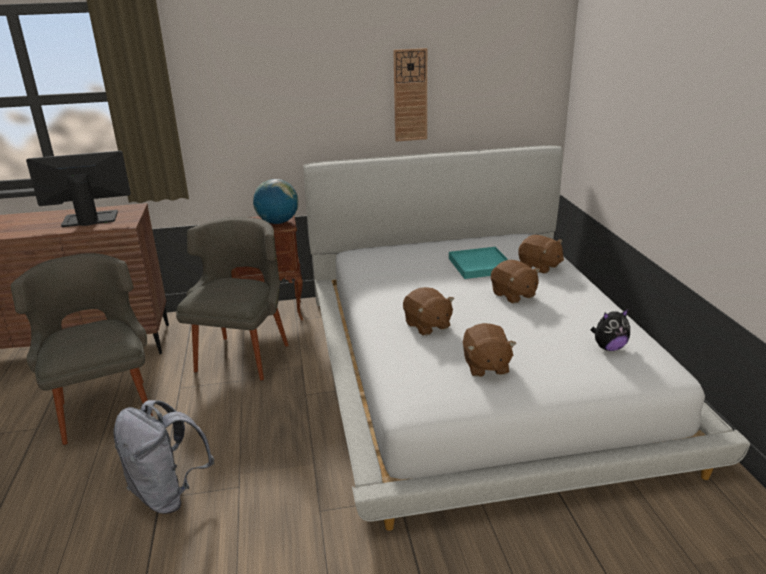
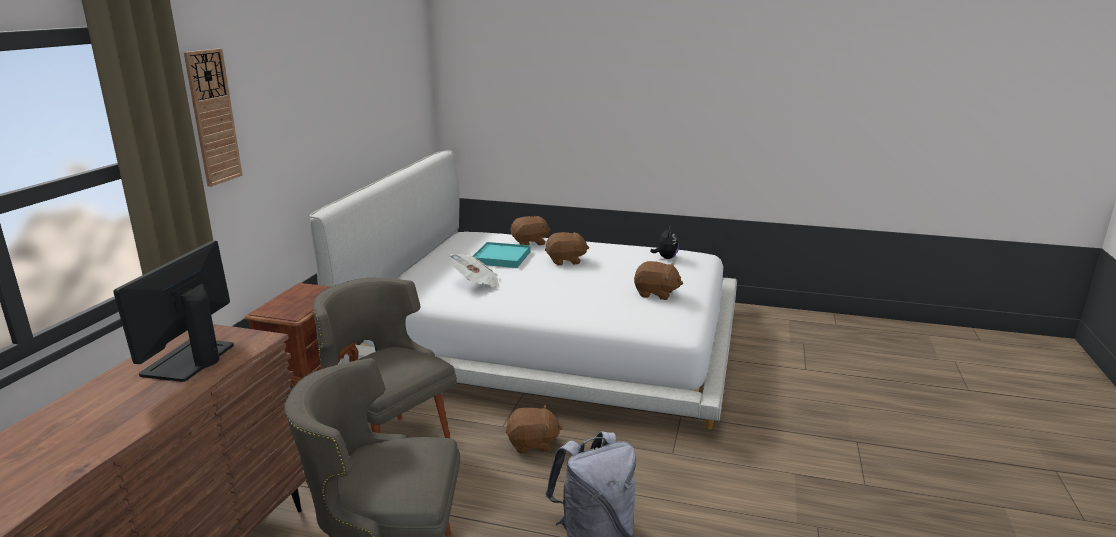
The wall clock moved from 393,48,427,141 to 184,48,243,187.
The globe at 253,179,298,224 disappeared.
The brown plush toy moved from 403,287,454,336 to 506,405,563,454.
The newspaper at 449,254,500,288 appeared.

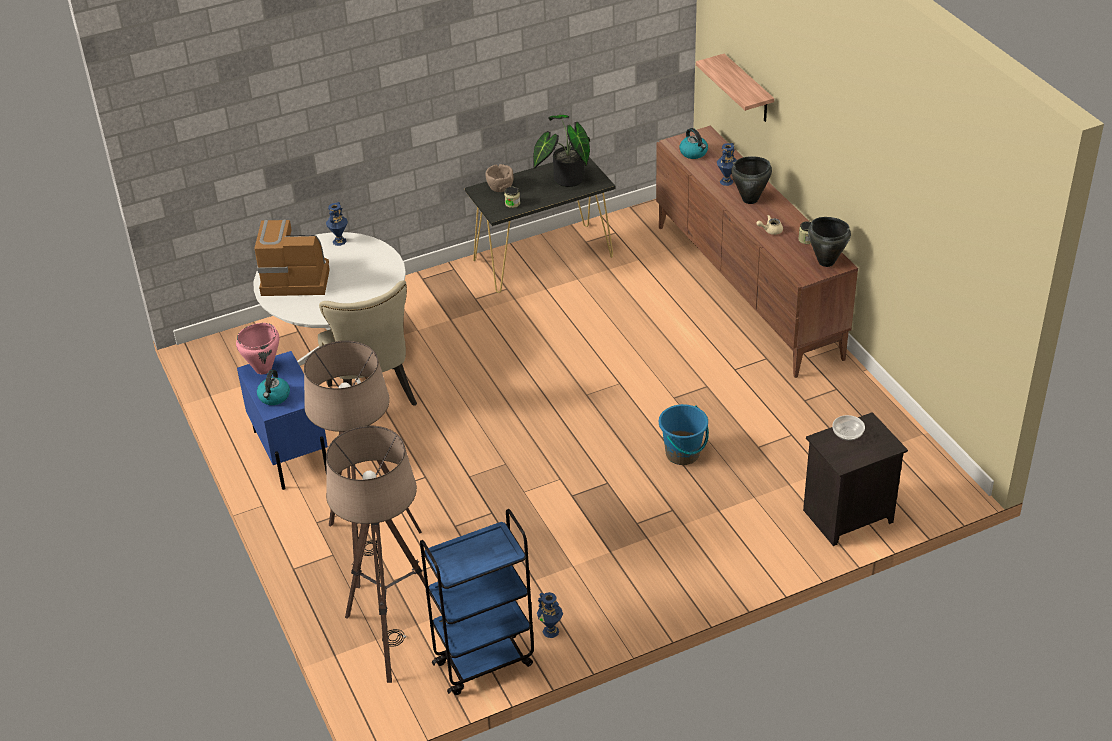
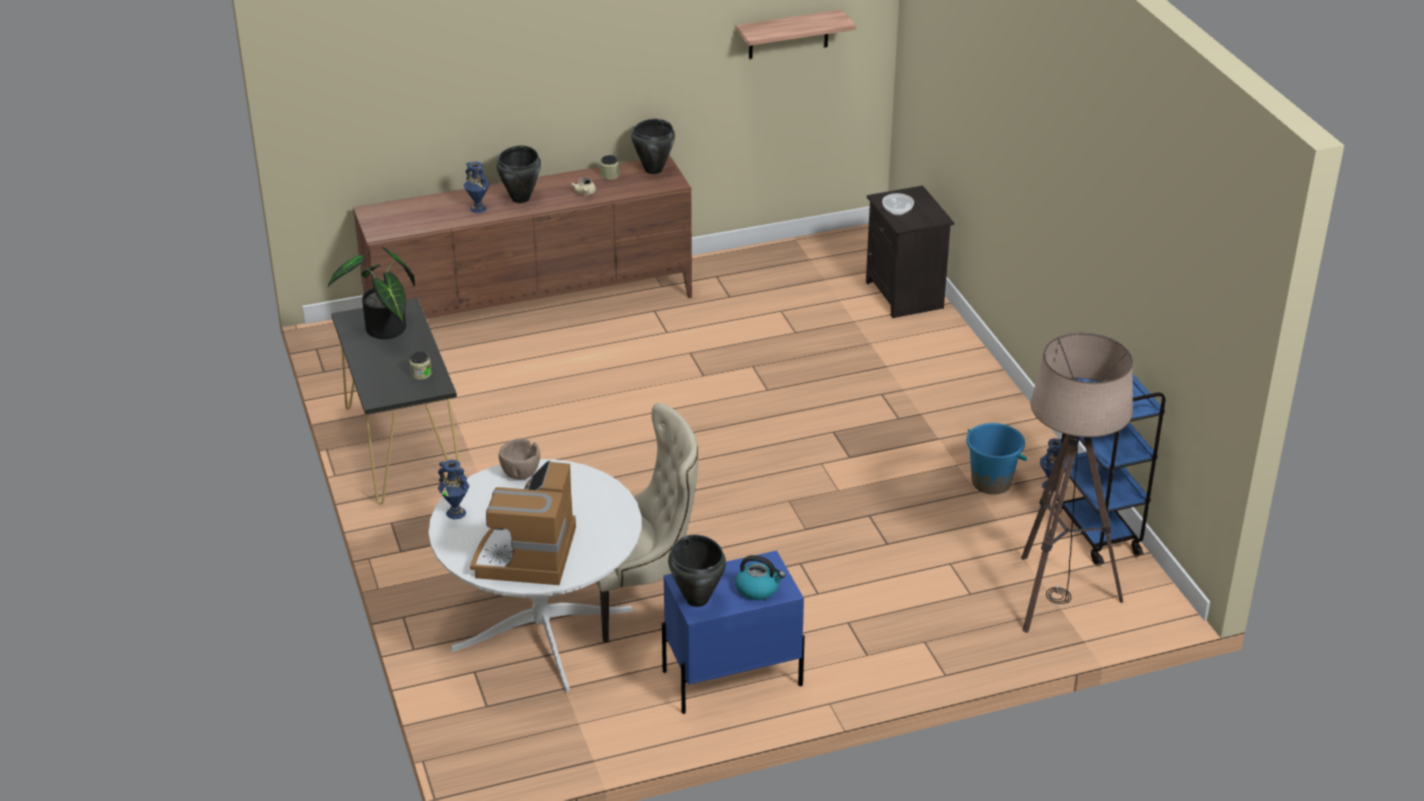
The shelf moved from 696,54,774,122 to 736,9,856,59.
The kettle at 679,128,708,159 disappeared.
The brown bowl moved from 486,164,514,192 to 499,438,540,479.
The pink cooking pot at 236,323,279,374 became the black cooking pot at 668,535,726,607.
The floor lamp at 304,341,422,588 disappeared.
The blue bucket moved from 659,404,709,465 to 966,423,1027,494.

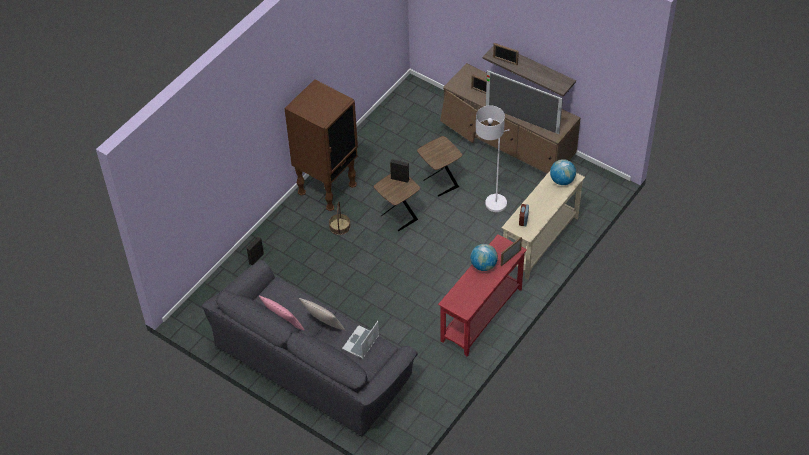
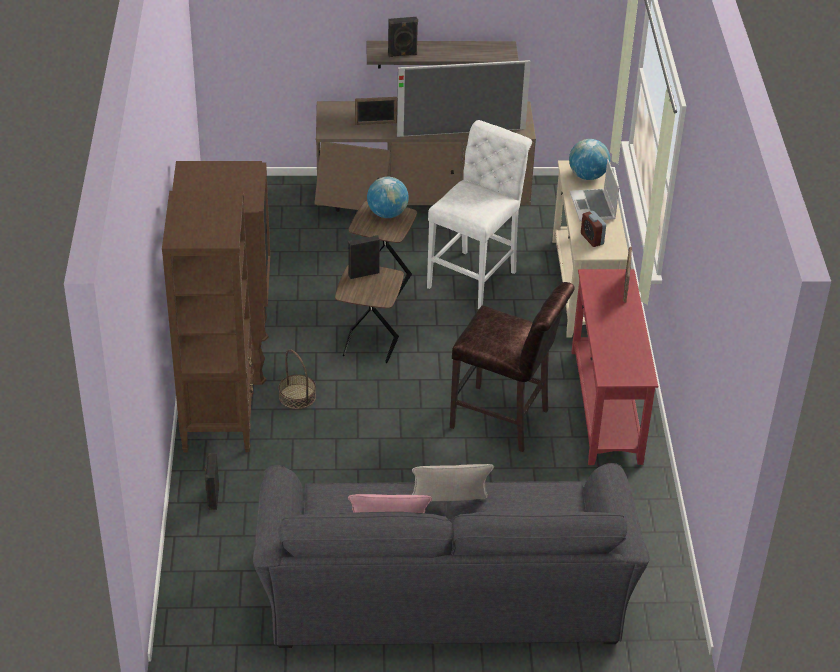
The picture frame at 493,43,519,65 was replaced by the black speaker at 388,17,418,57.
The white floor lamp at 476,105,509,212 was replaced by the white stool at 427,120,532,309.
The globe moved from 470,244,498,271 to 367,177,409,218.
The laptop moved from 342,321,379,359 to 570,159,619,221.
The brown bookcase at 162,191,254,453 appeared.
The brown stool at 450,282,575,452 appeared.

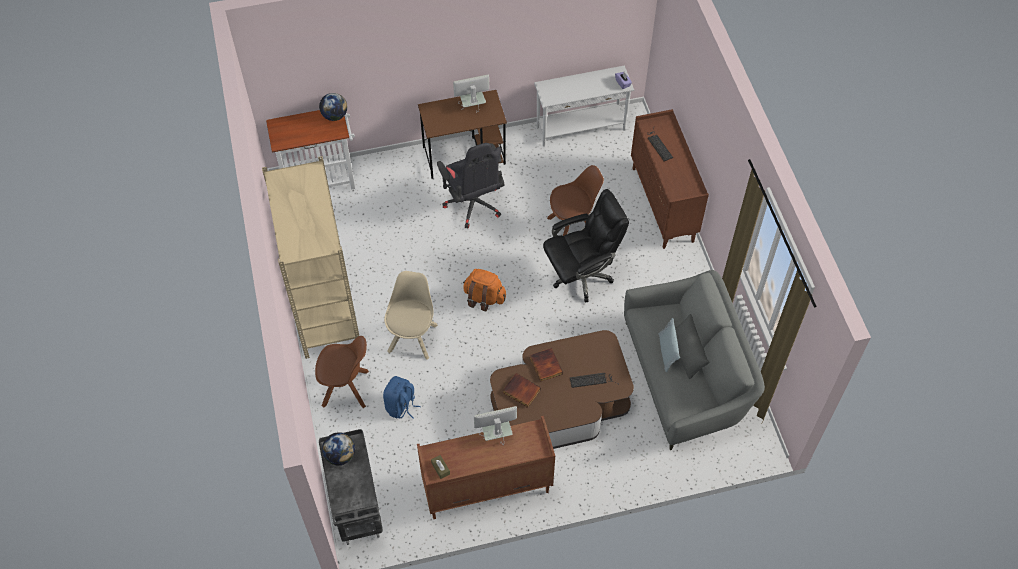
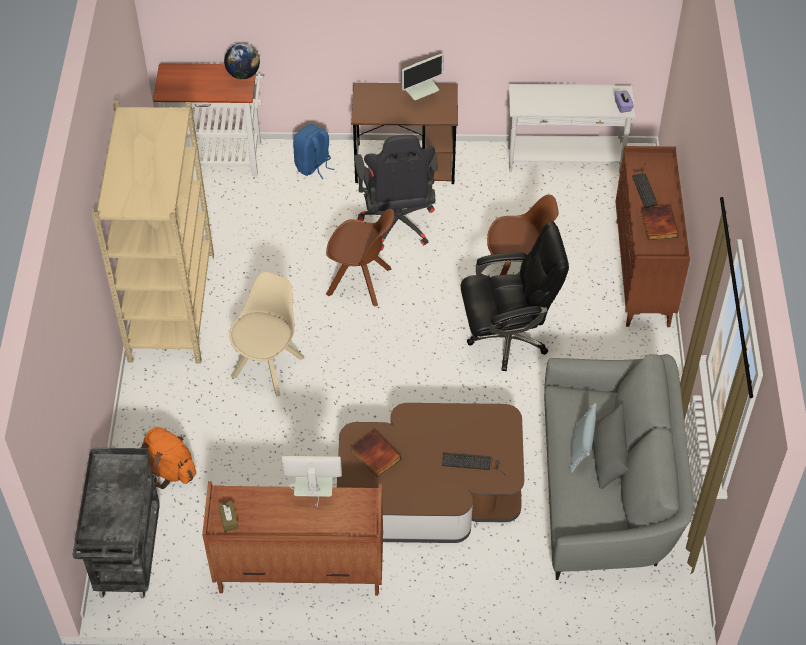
The monitor at 453,75,489,112 turned 150 degrees clockwise.
The orange backpack moved from 463,269,506,311 to 141,427,196,489.
The brown chair moved from 315,336,369,408 to 326,209,394,307.
The book moved from 530,348,563,382 to 640,205,679,240.
The blue backpack moved from 383,376,421,419 to 293,124,335,179.
The globe at 322,432,355,465 disappeared.

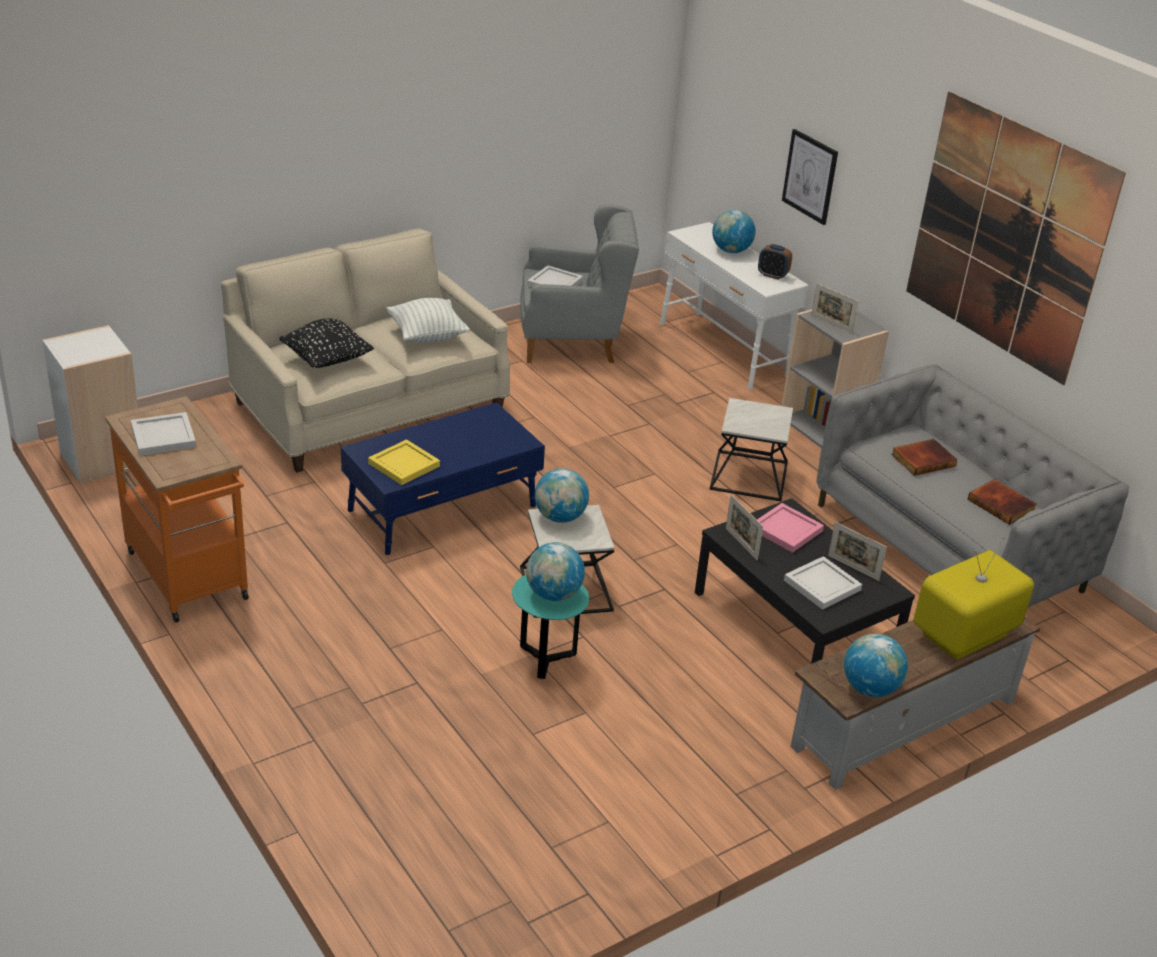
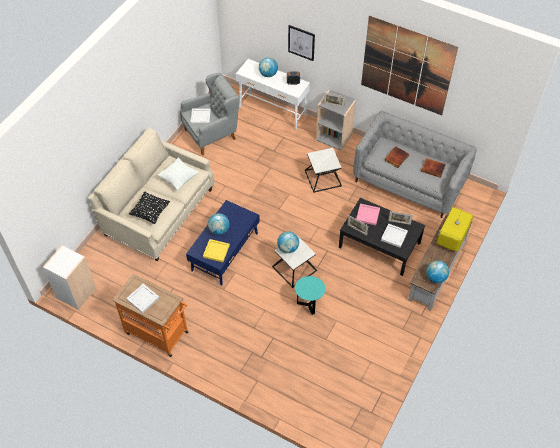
The globe moved from 526,542,585,601 to 208,213,229,235.

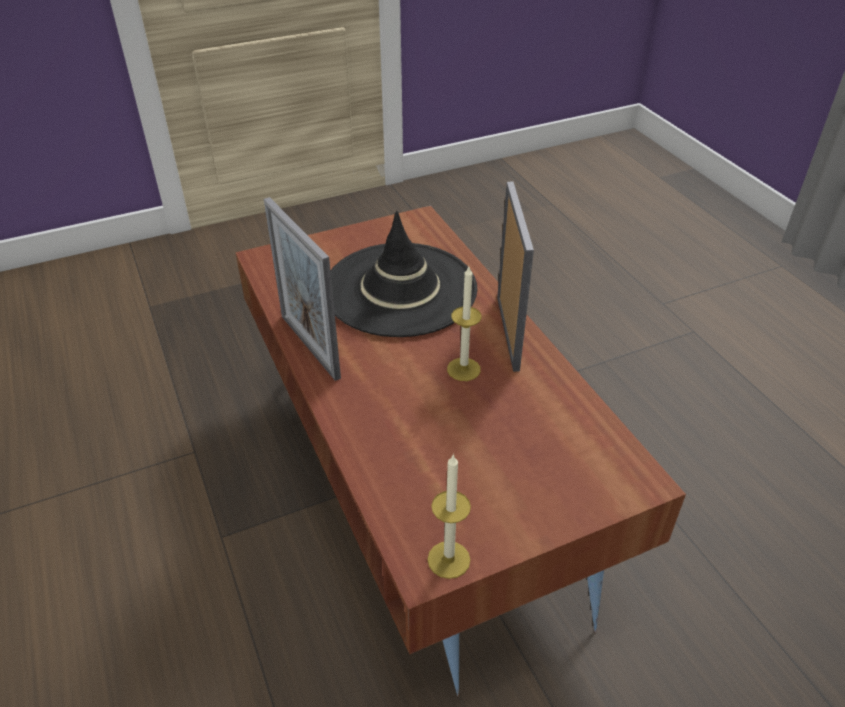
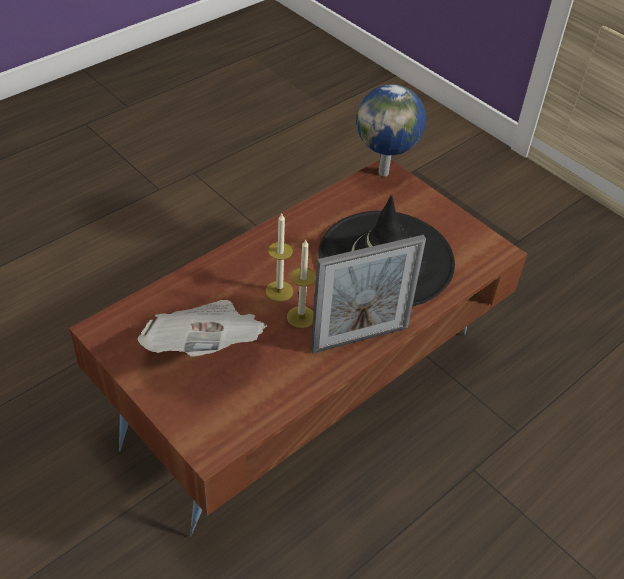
The picture frame at 264,197,341,381 disappeared.
The candle moved from 427,454,471,579 to 266,214,293,302.
The globe at 356,84,426,177 appeared.
The newspaper at 137,300,267,357 appeared.

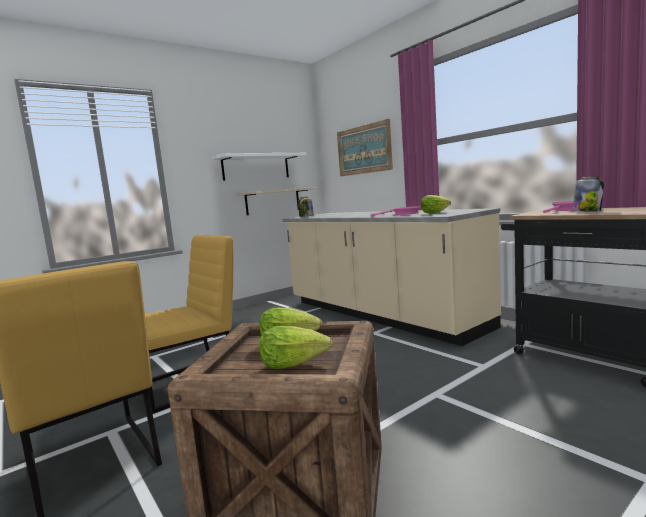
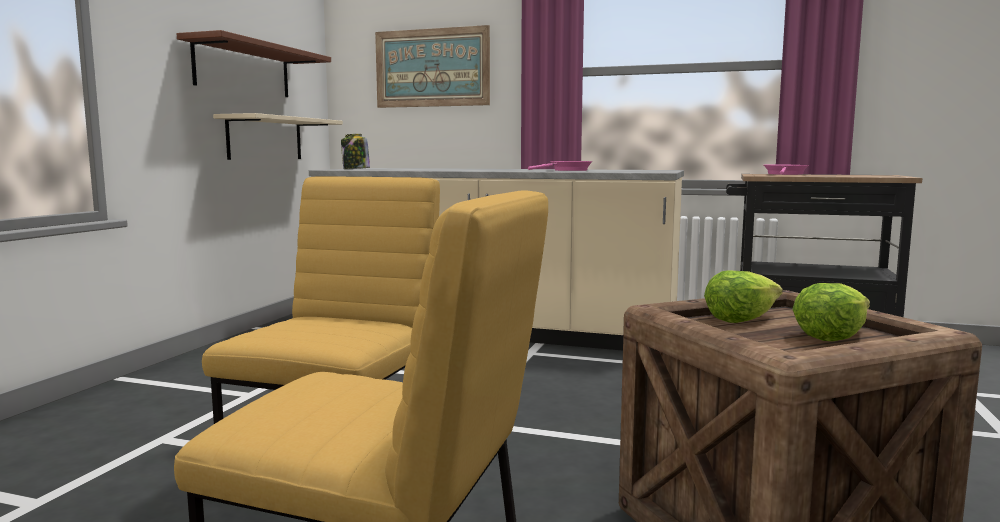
The white shelf at 212,153,306,181 became the brown shelf at 176,30,331,97.
The jar at 573,177,604,212 disappeared.
The lettuce at 421,195,451,214 disappeared.

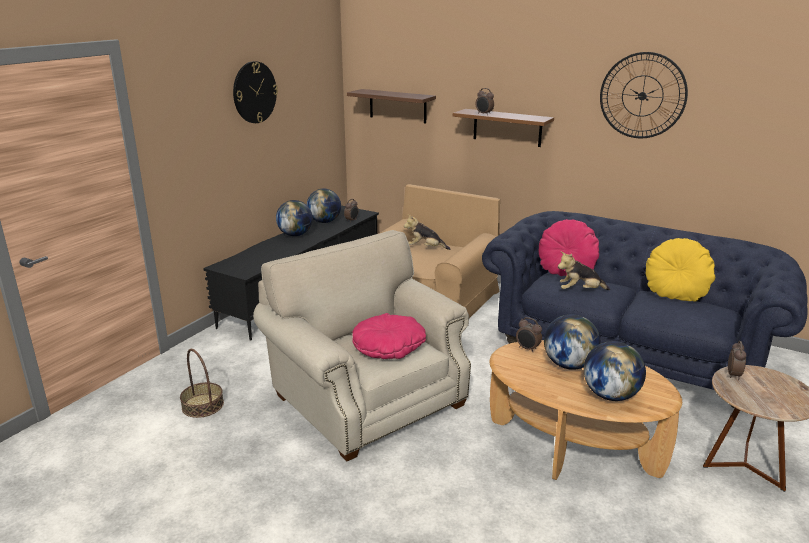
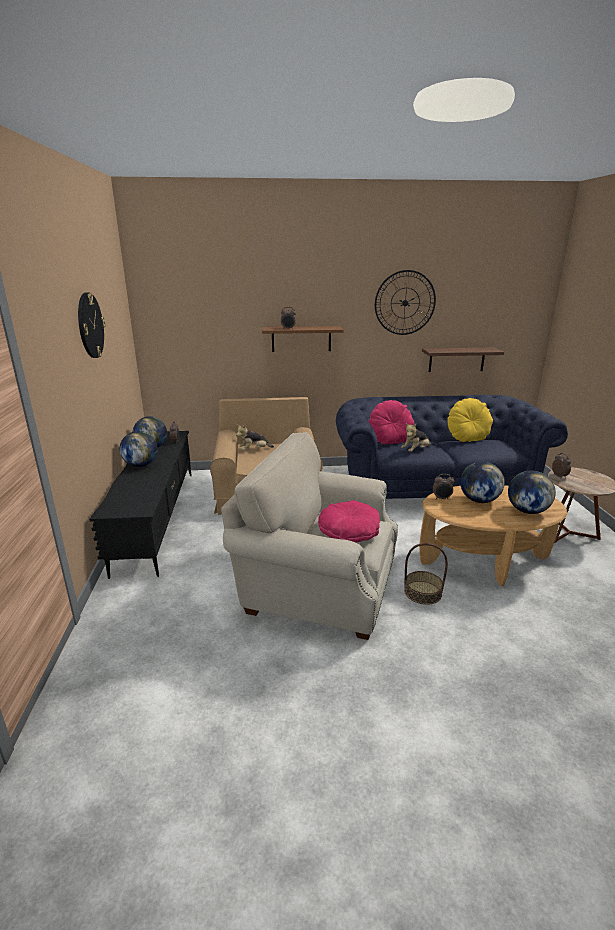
The shelf moved from 347,89,436,123 to 422,348,504,372.
The basket moved from 180,349,224,418 to 404,543,448,605.

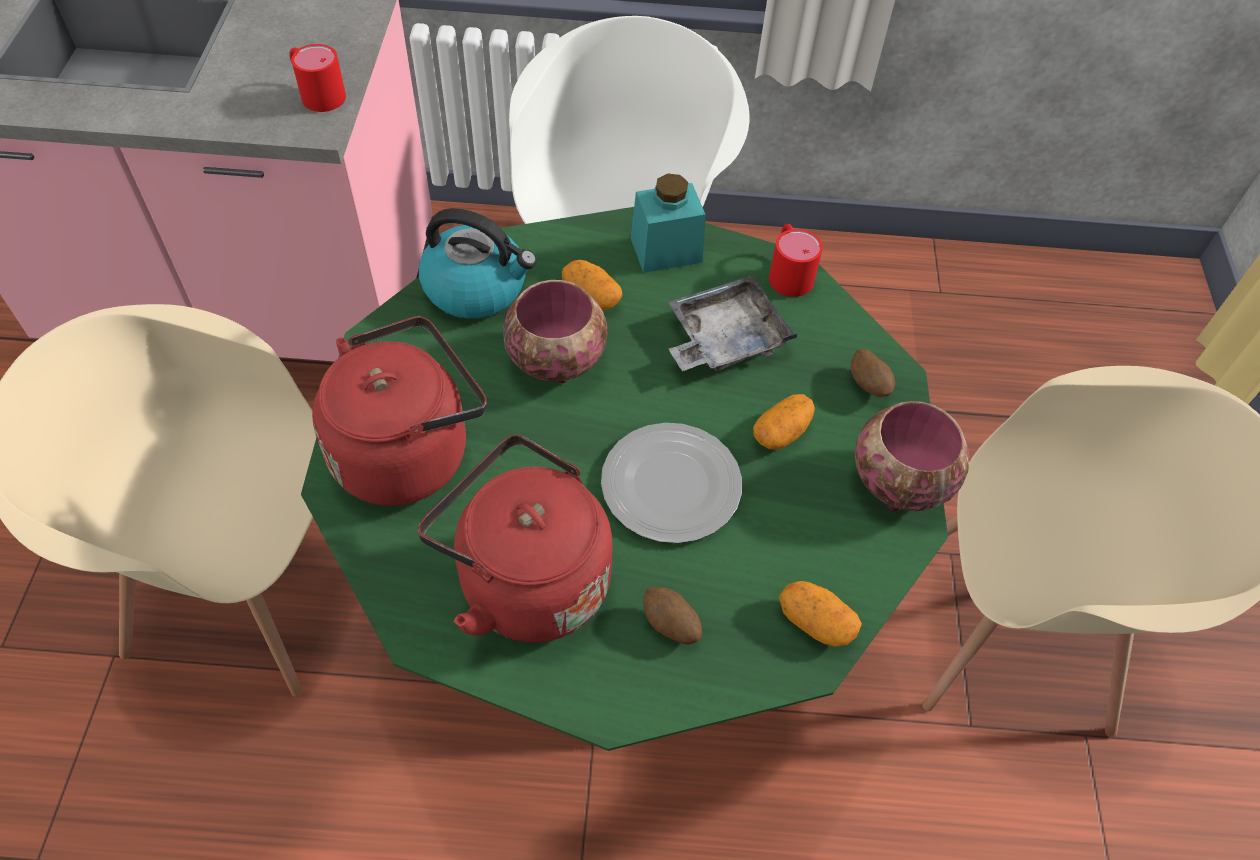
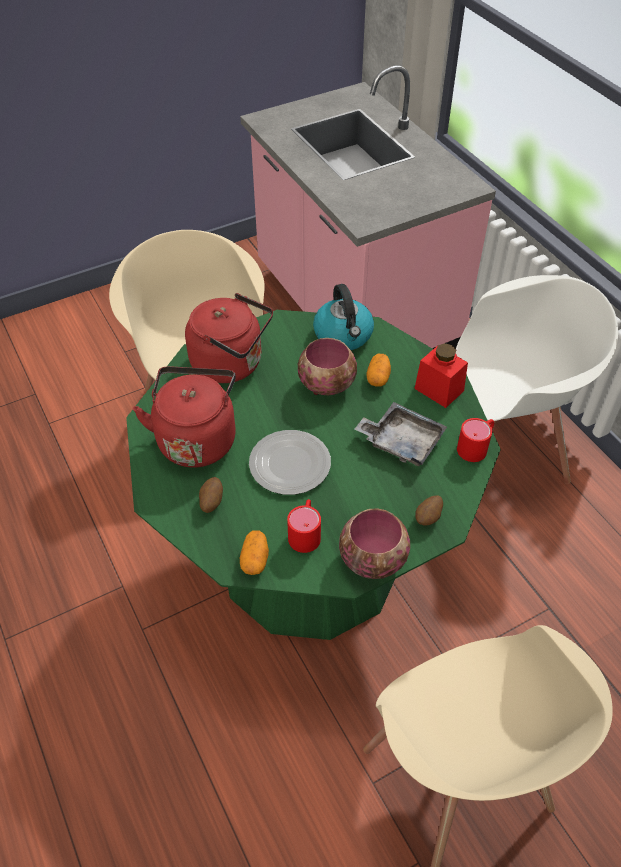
The red mug moved from 289,44,346,112 to 287,499,321,553.
The turquoise jar at 631,173,706,273 became the red jar at 414,343,468,408.
The potato at 753,394,815,450 disappeared.

